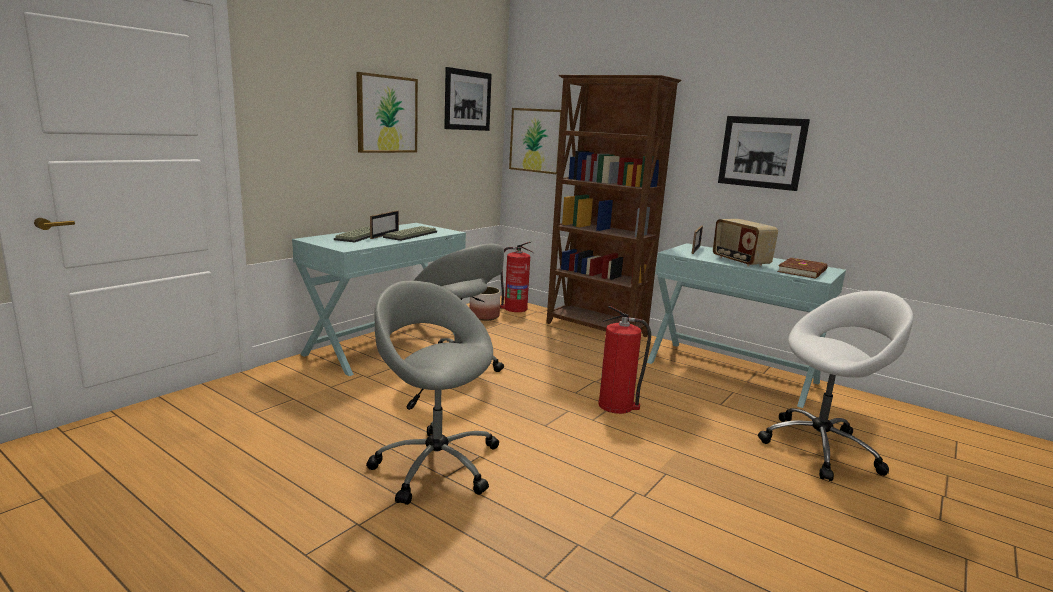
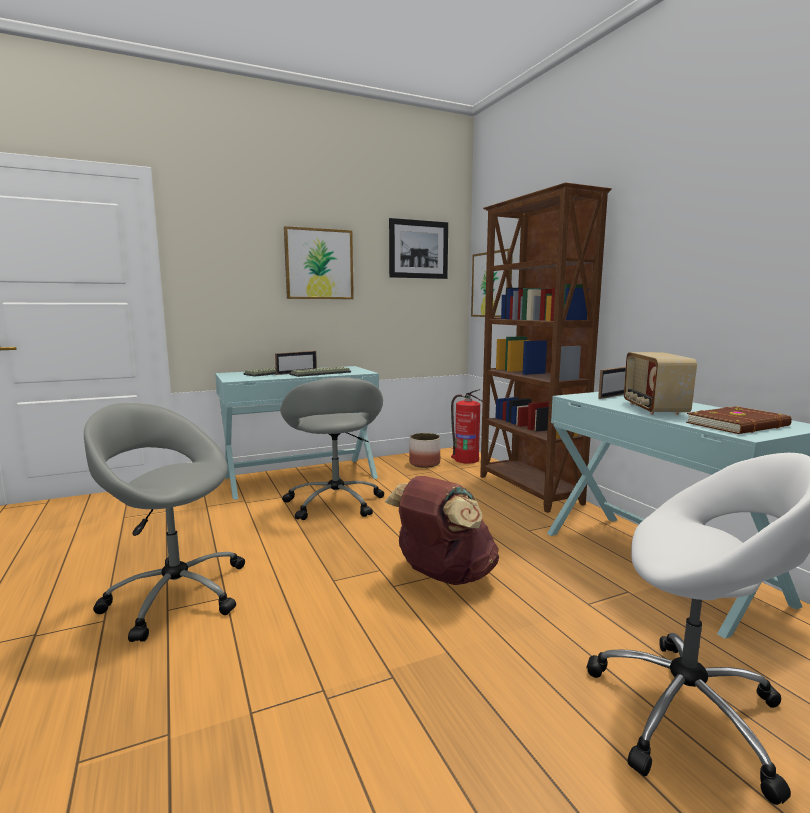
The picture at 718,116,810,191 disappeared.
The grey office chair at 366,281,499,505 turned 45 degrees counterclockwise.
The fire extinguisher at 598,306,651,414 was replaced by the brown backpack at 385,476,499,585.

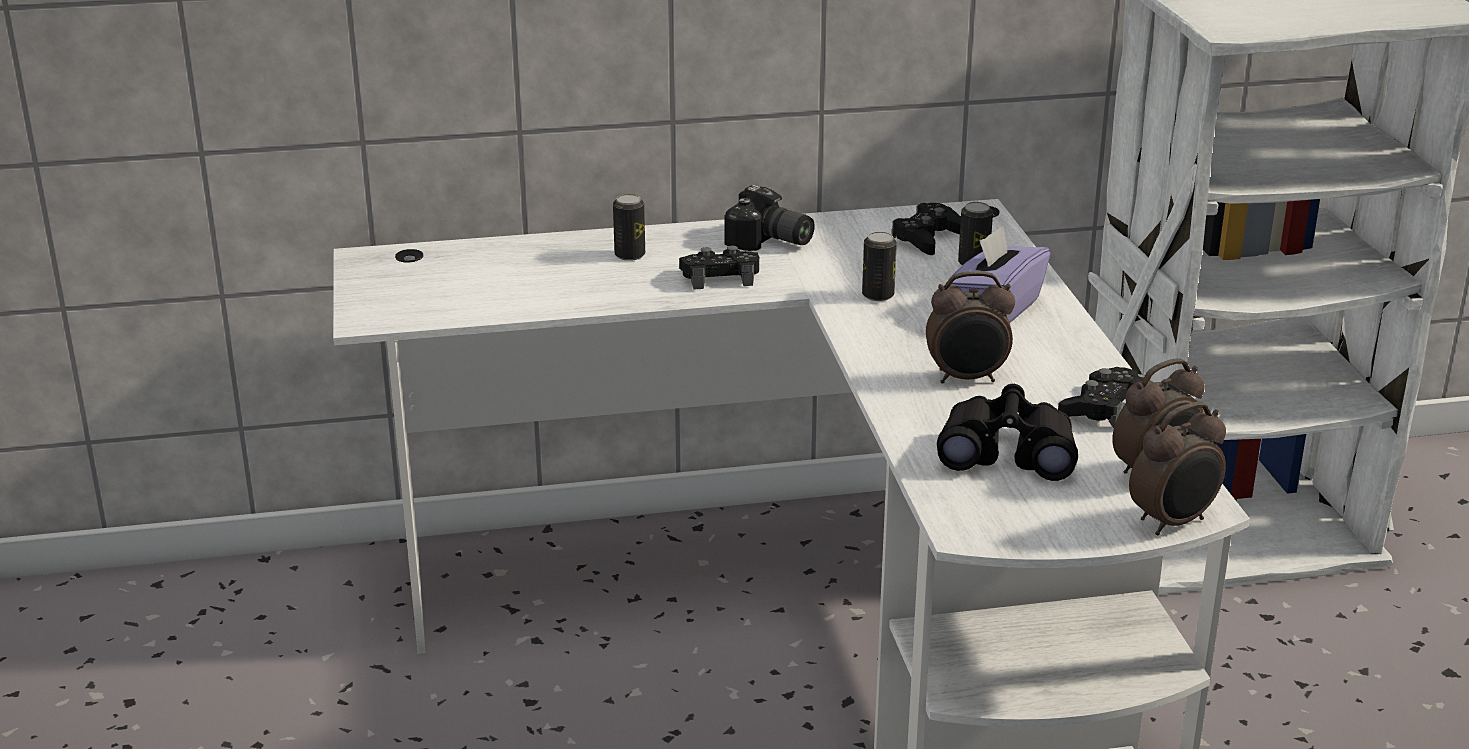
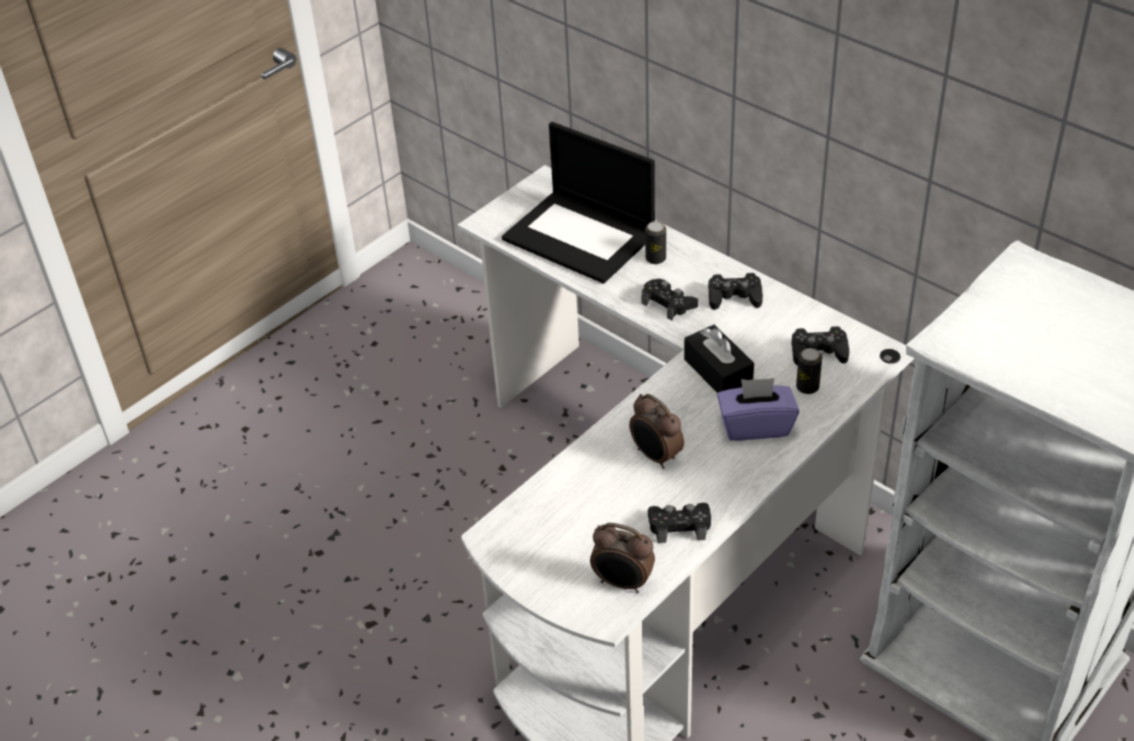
The photo camera at 724,185,815,251 was replaced by the black game controller at 708,273,763,310.
The can at 862,232,897,301 was replaced by the black tissue box at 684,325,754,393.
The black binoculars at 937,384,1078,481 disappeared.
The alarm clock at 1129,402,1226,536 disappeared.
The laptop at 502,122,655,284 appeared.

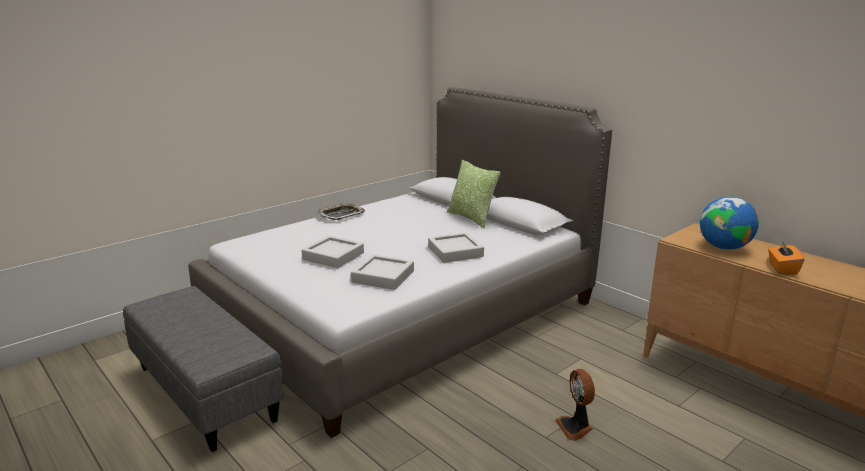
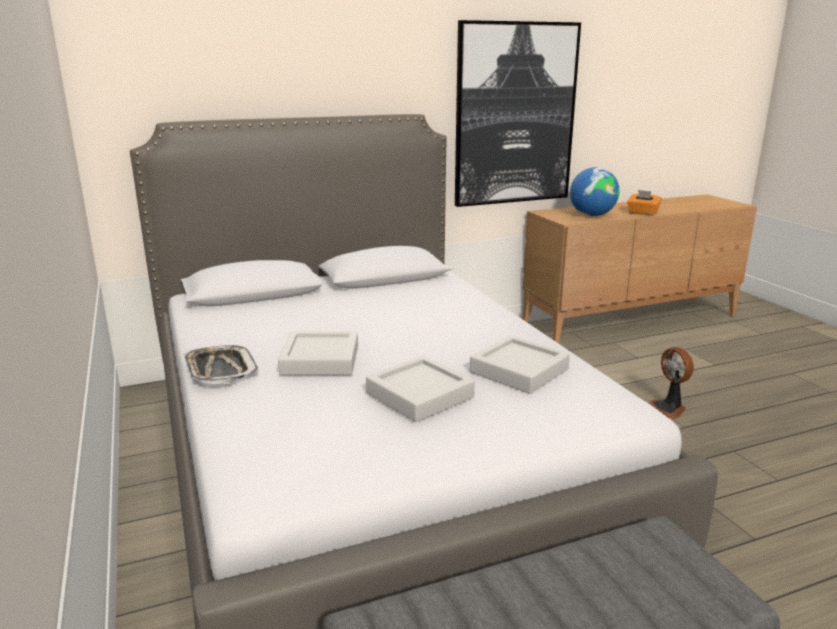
The pillow at 447,160,501,228 disappeared.
The grey tray moved from 428,232,484,263 to 278,331,358,375.
The fan at 555,369,595,441 turned 60 degrees clockwise.
The picture at 455,20,581,207 appeared.

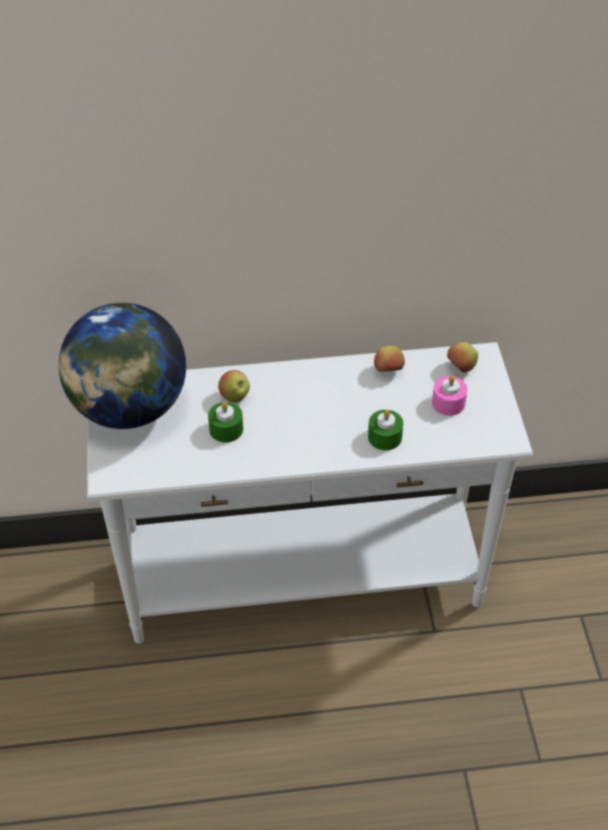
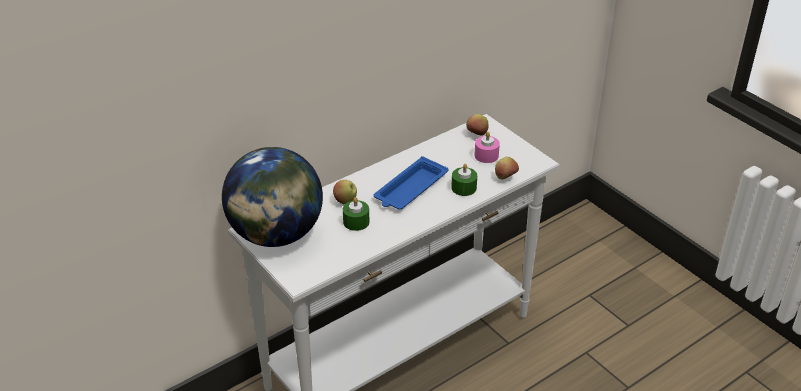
The apple moved from 374,345,405,372 to 495,157,519,180.
The blue tray at 374,156,449,210 appeared.

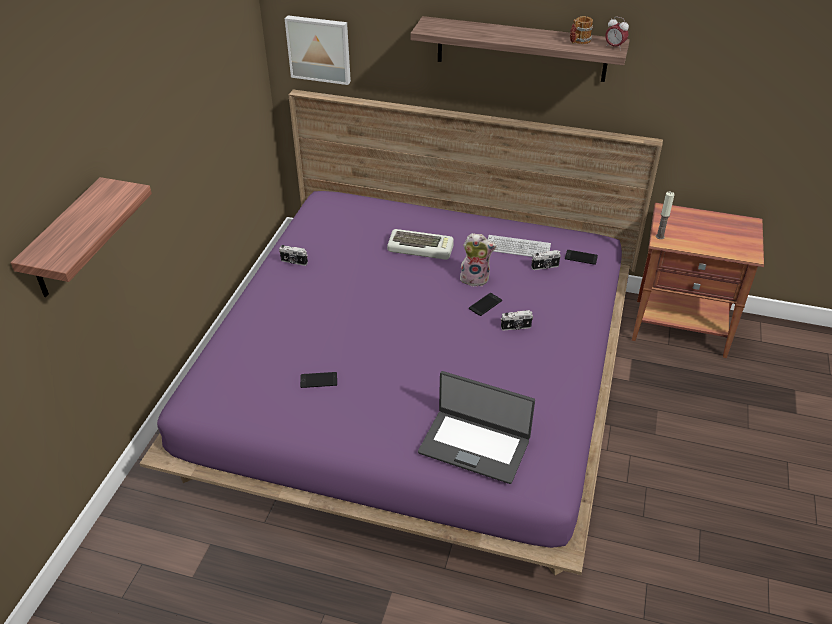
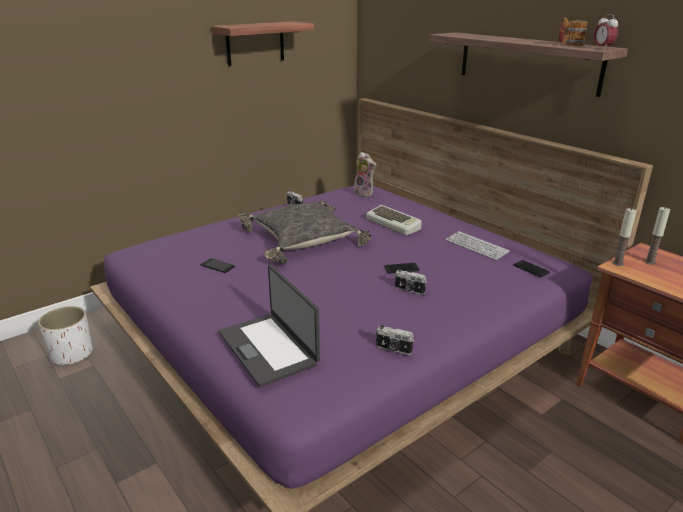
The picture at 284,15,351,85 disappeared.
The shelf moved from 11,177,152,297 to 212,21,314,66.
The plush toy moved from 460,233,497,286 to 354,152,376,198.
The photo camera moved from 531,250,561,270 to 376,325,414,355.
The pillow at 238,200,371,264 appeared.
The candle at 645,207,670,265 appeared.
The white planter at 38,306,93,366 appeared.

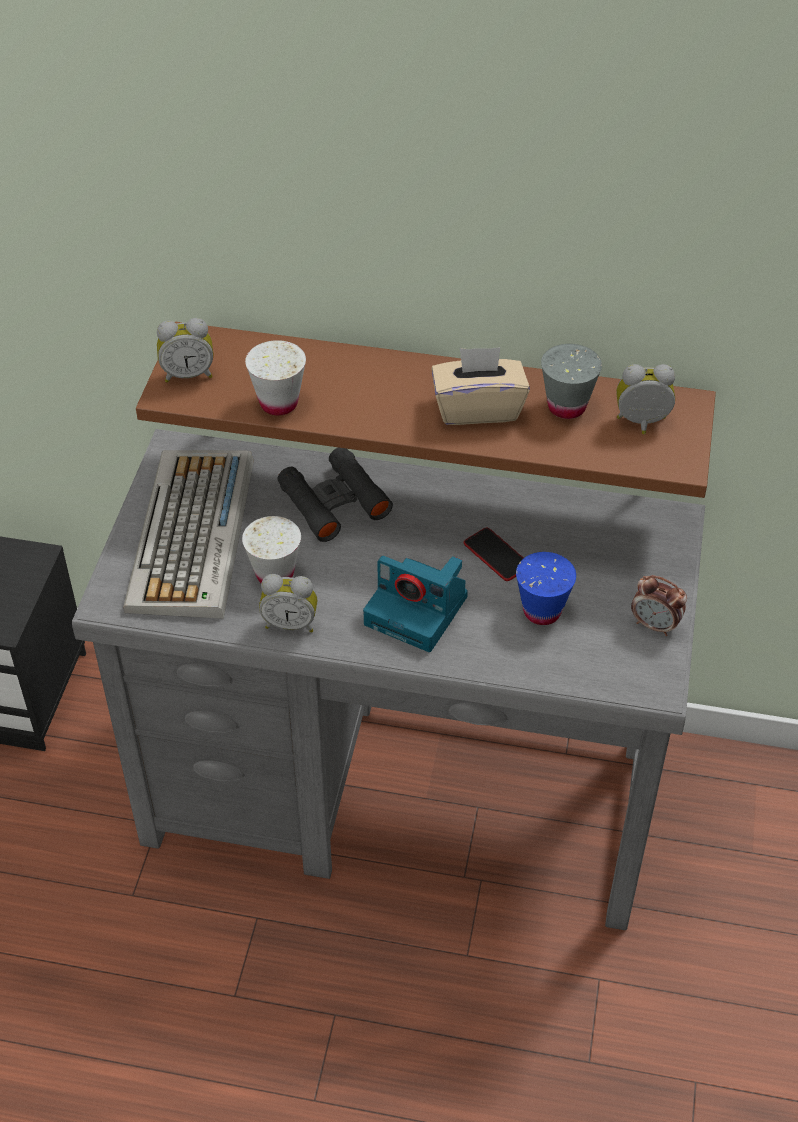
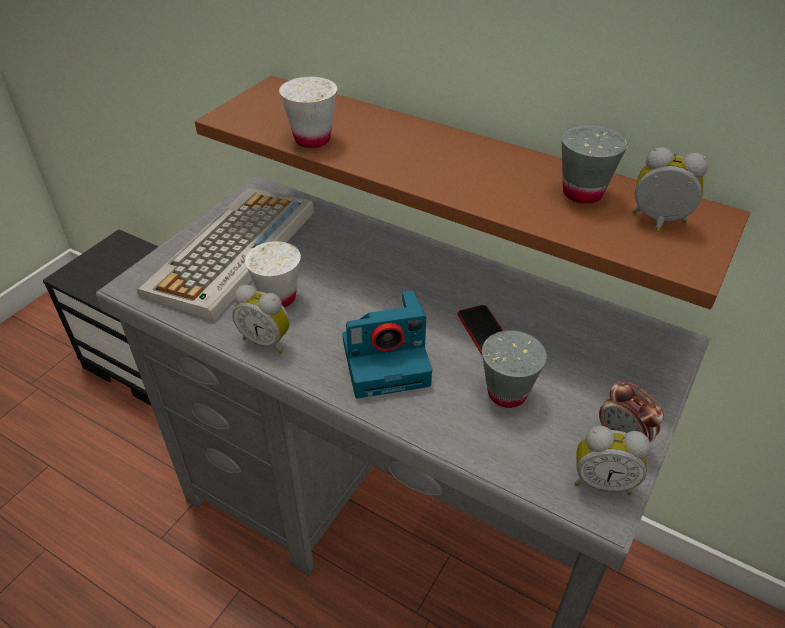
The alarm clock moved from 157,318,213,383 to 574,426,651,495.
The beige tissue box at 431,347,530,425 disappeared.
The black binoculars at 277,447,393,542 disappeared.
The blue cup at 516,552,576,625 became the grey cup at 482,330,547,408.
The photo camera at 363,556,468,652 turned 60 degrees counterclockwise.

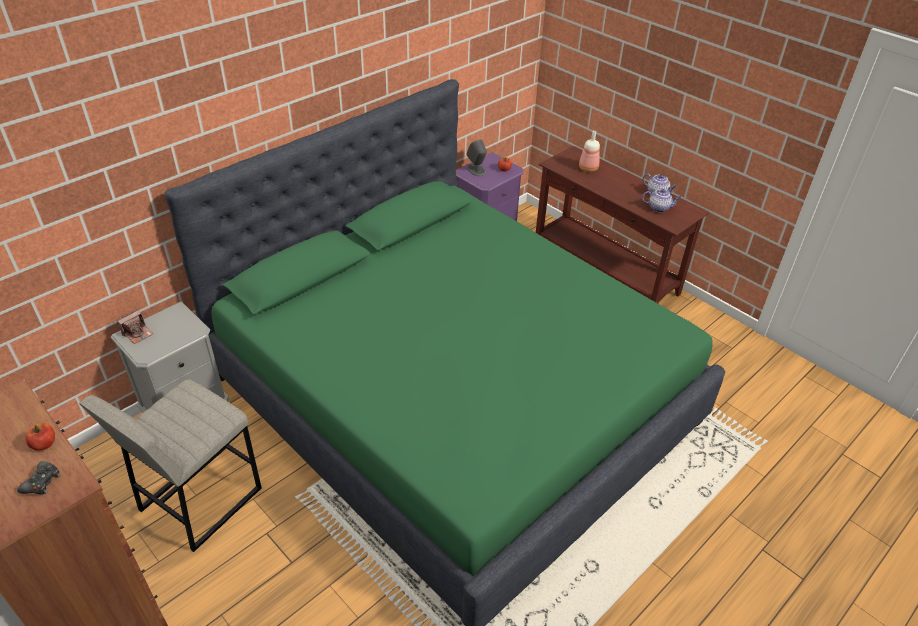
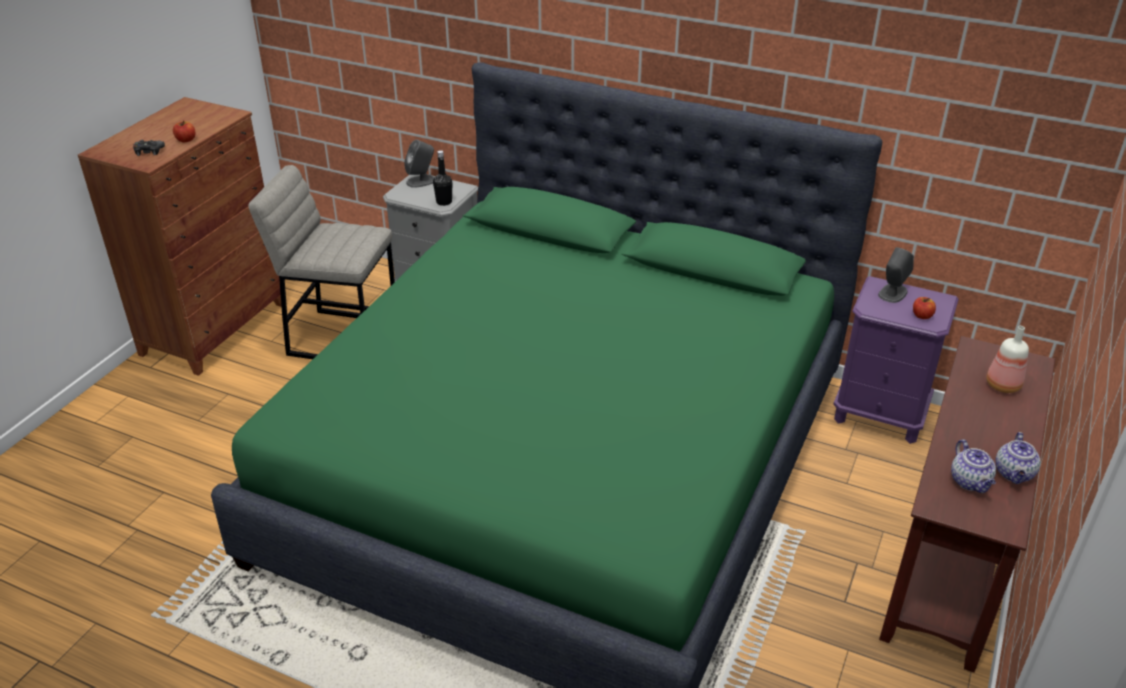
The photo camera at 117,310,154,344 was replaced by the grey speaker at 404,140,434,188.
The black bottle at 433,150,452,206 appeared.

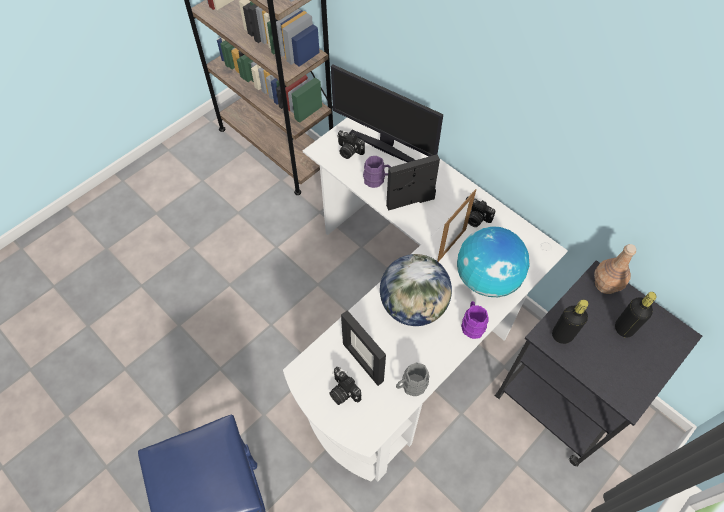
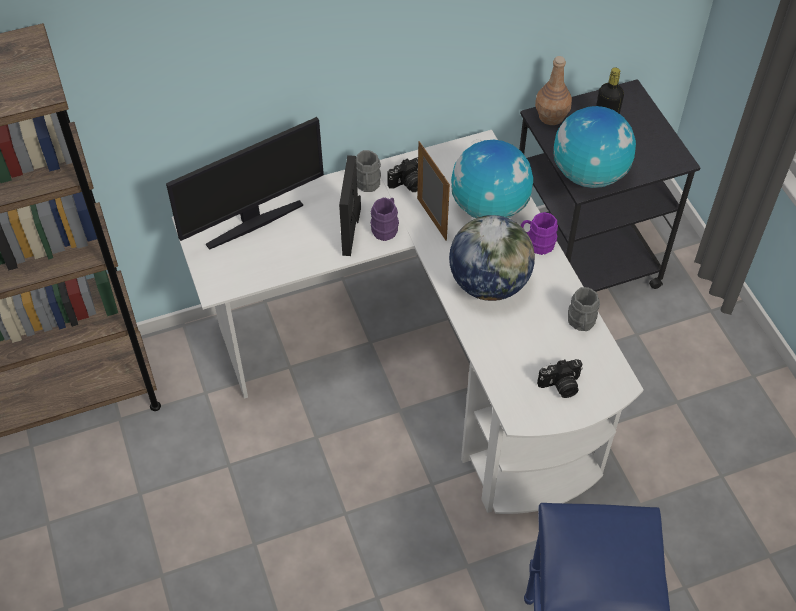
The photo camera at 337,130,365,159 disappeared.
The purple mug moved from 363,156,391,188 to 370,198,399,241.
The black bottle at 552,299,589,344 was replaced by the globe at 553,106,636,188.
The picture frame at 341,310,386,386 disappeared.
The grey mug at 356,150,381,192 appeared.

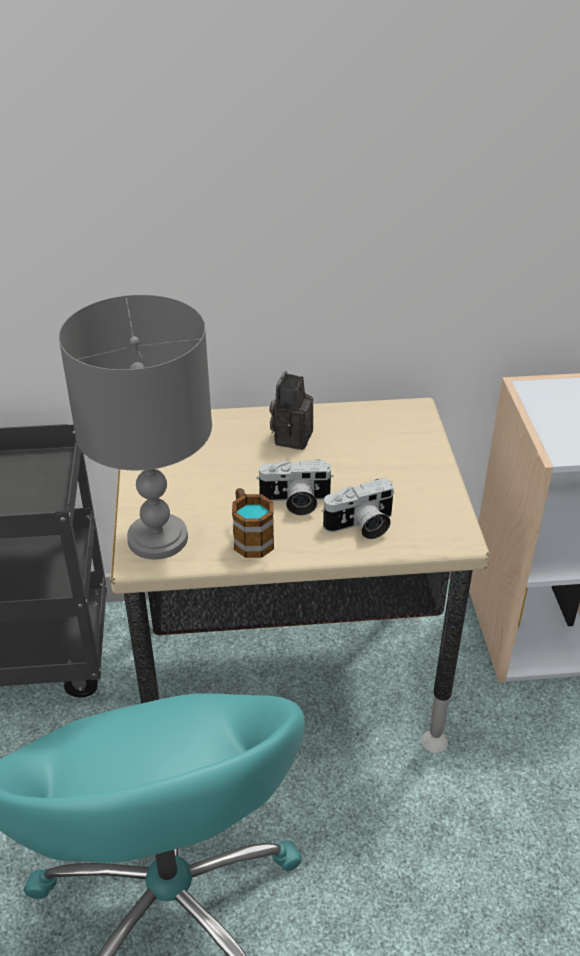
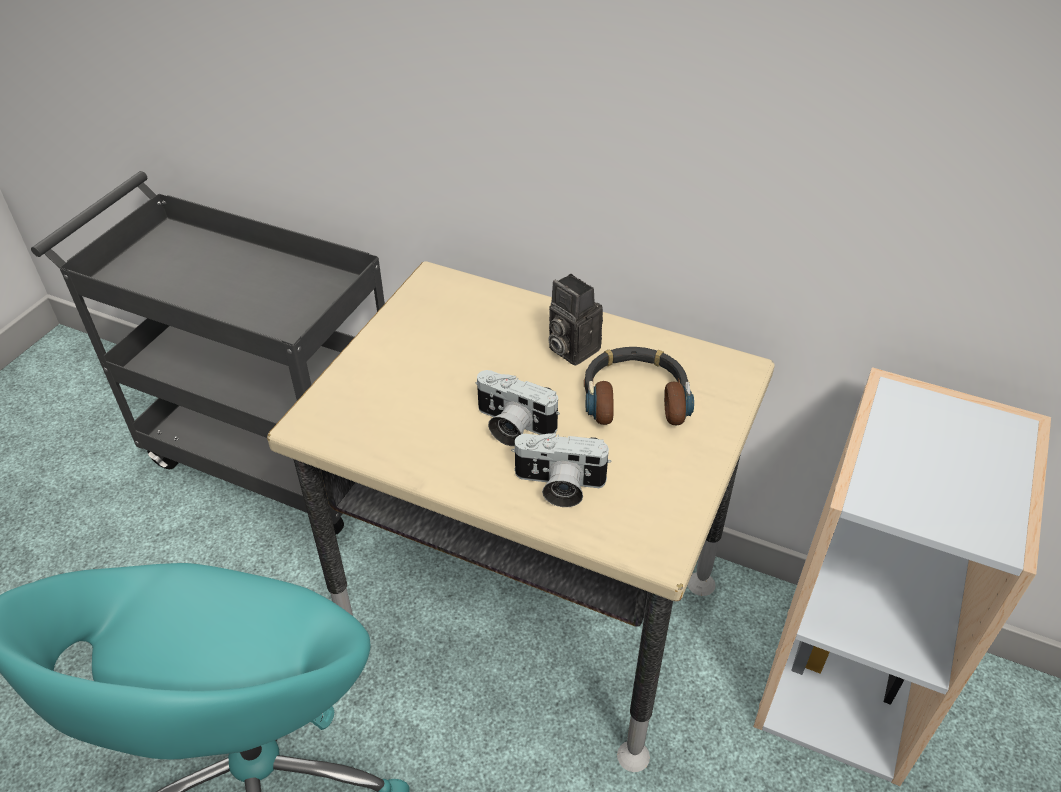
The grey table lamp at 59,295,212,559 disappeared.
The photo camera at 270,371,313,450 turned 90 degrees counterclockwise.
The mug at 232,488,274,558 disappeared.
The headphones at 584,347,694,425 appeared.

